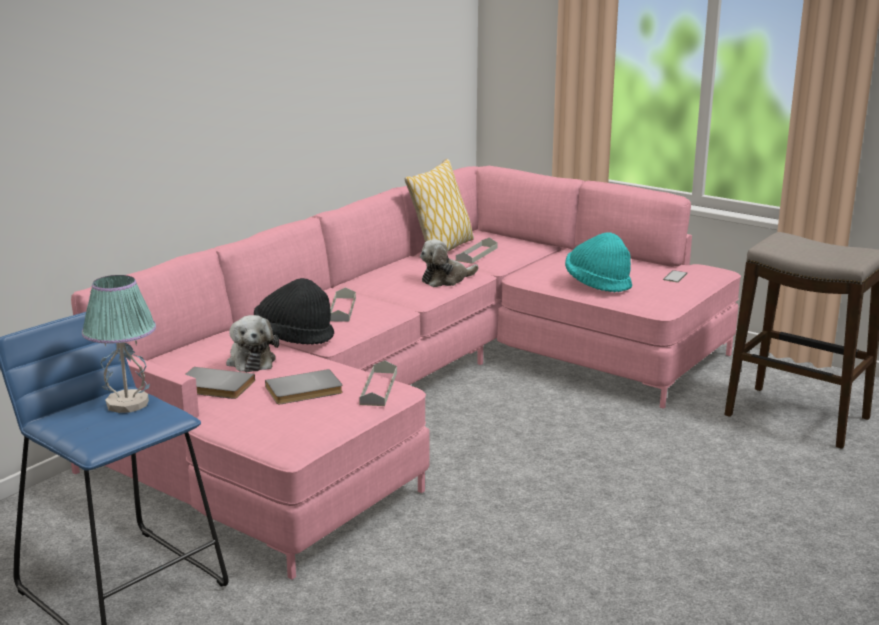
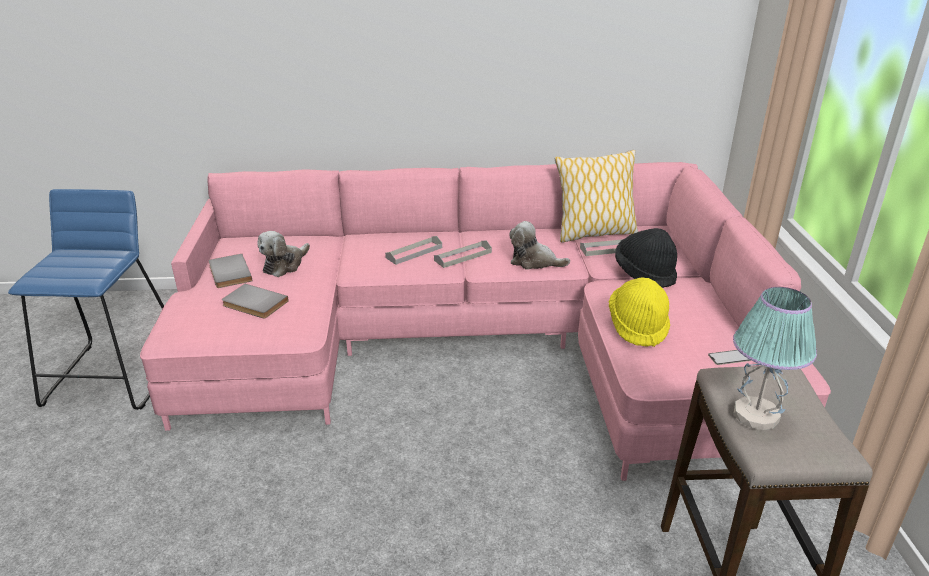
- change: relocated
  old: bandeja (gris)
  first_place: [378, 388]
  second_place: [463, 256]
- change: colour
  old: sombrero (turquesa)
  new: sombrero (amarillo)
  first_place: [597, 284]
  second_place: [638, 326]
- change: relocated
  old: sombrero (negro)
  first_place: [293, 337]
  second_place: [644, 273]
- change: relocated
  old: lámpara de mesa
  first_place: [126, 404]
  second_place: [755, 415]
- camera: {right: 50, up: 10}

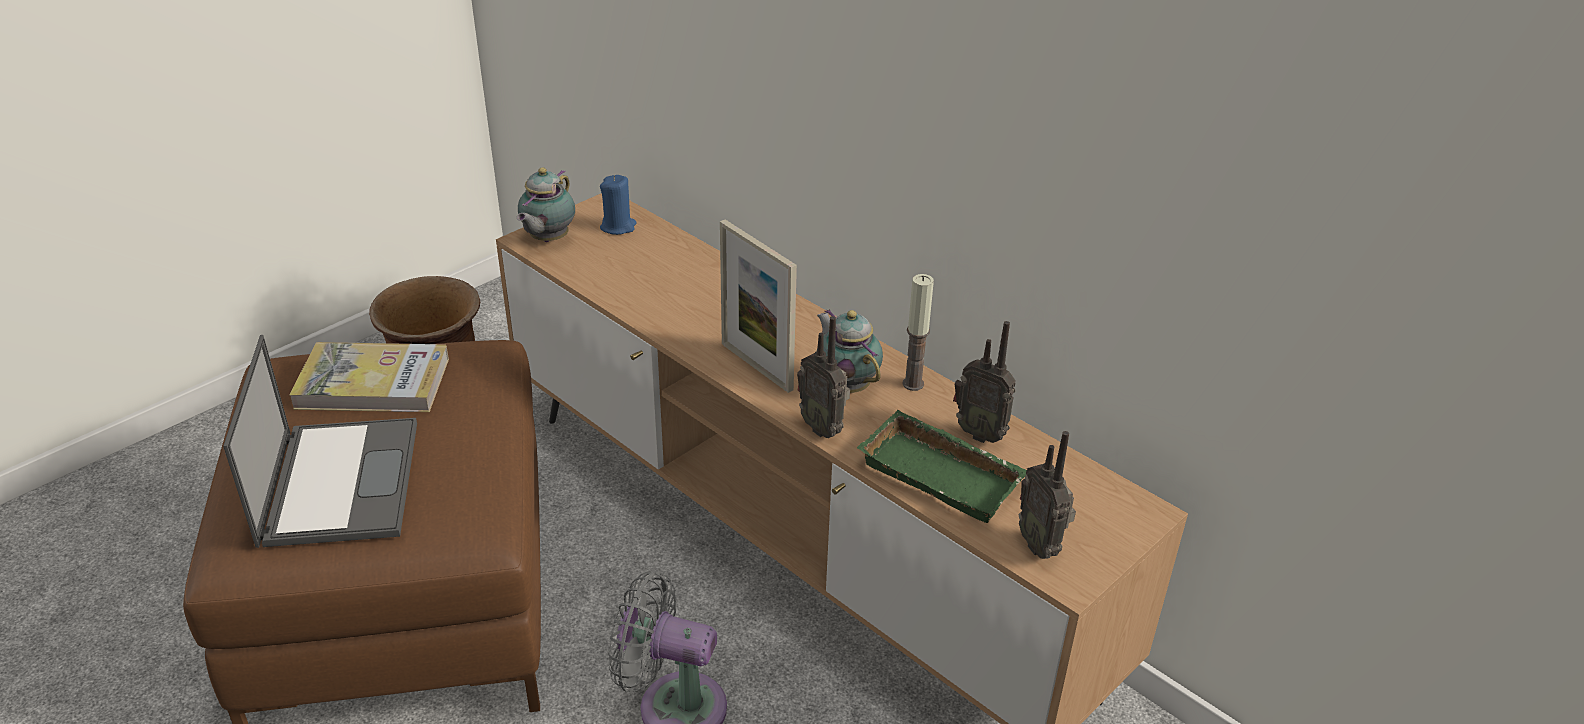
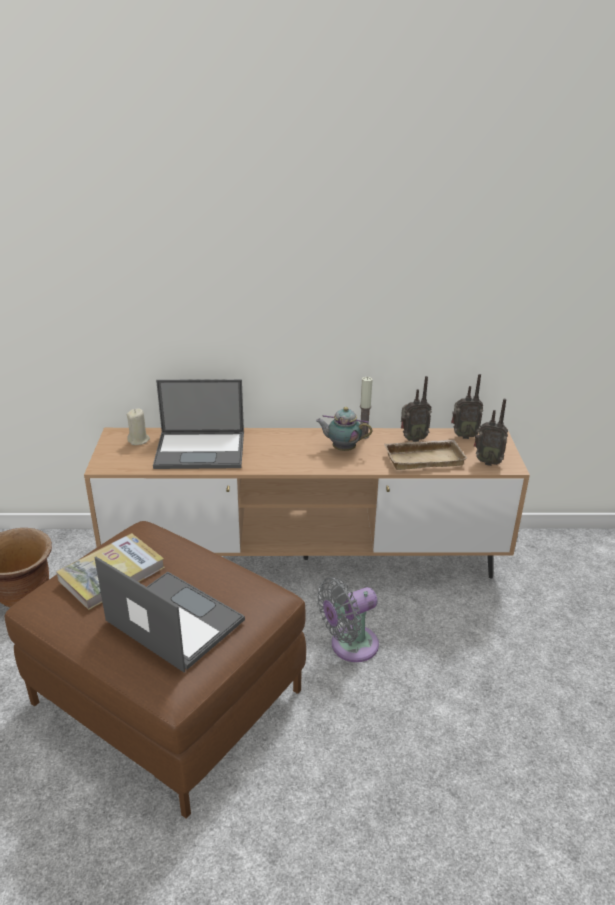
- change: colour
  old: vela (azul)
  new: vela (beis)
  first_place: [618, 227]
  second_place: [139, 440]
- change: appeared
  new: portátil
  second_place: [201, 450]
- change: colour
  old: bandeja (verde)
  new: bandeja (beis)
  first_place: [944, 474]
  second_place: [424, 458]
- change: relocated
  old: radio
  first_place: [823, 427]
  second_place: [463, 435]
- change: missing
  old: tetera
  first_place: [547, 240]
- change: missing
  old: portarretratos
  first_place: [756, 366]
- camera: {right: -45, up: -5}

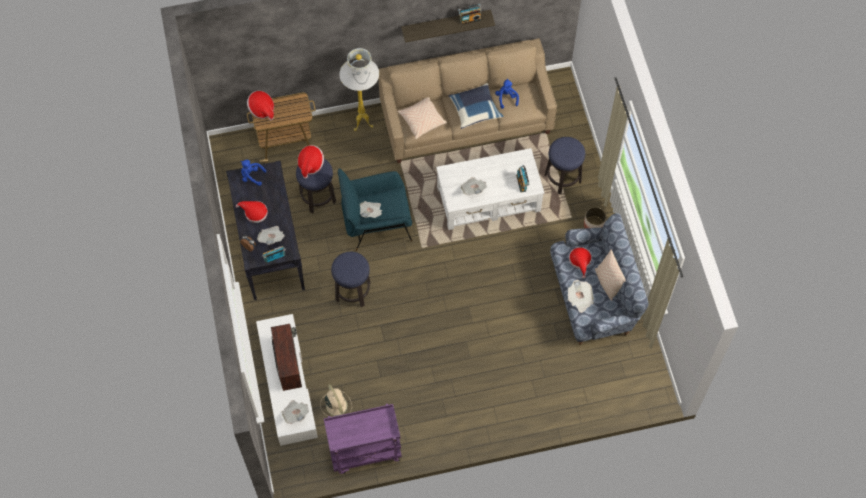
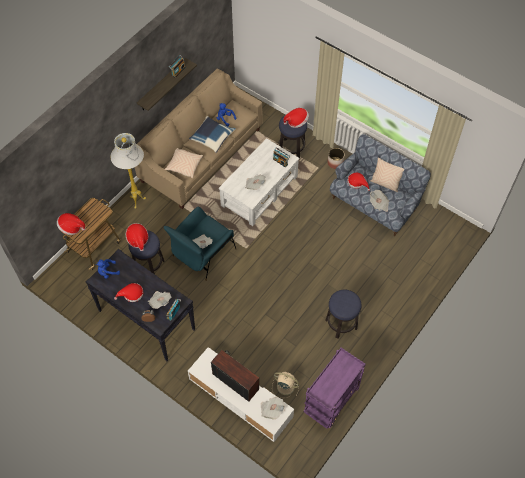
- change: appeared
  new: sombrero
  second_place: [296, 122]
- change: relocated
  old: taburete
  first_place: [352, 291]
  second_place: [341, 324]
- camera: {right: -40, up: -5}

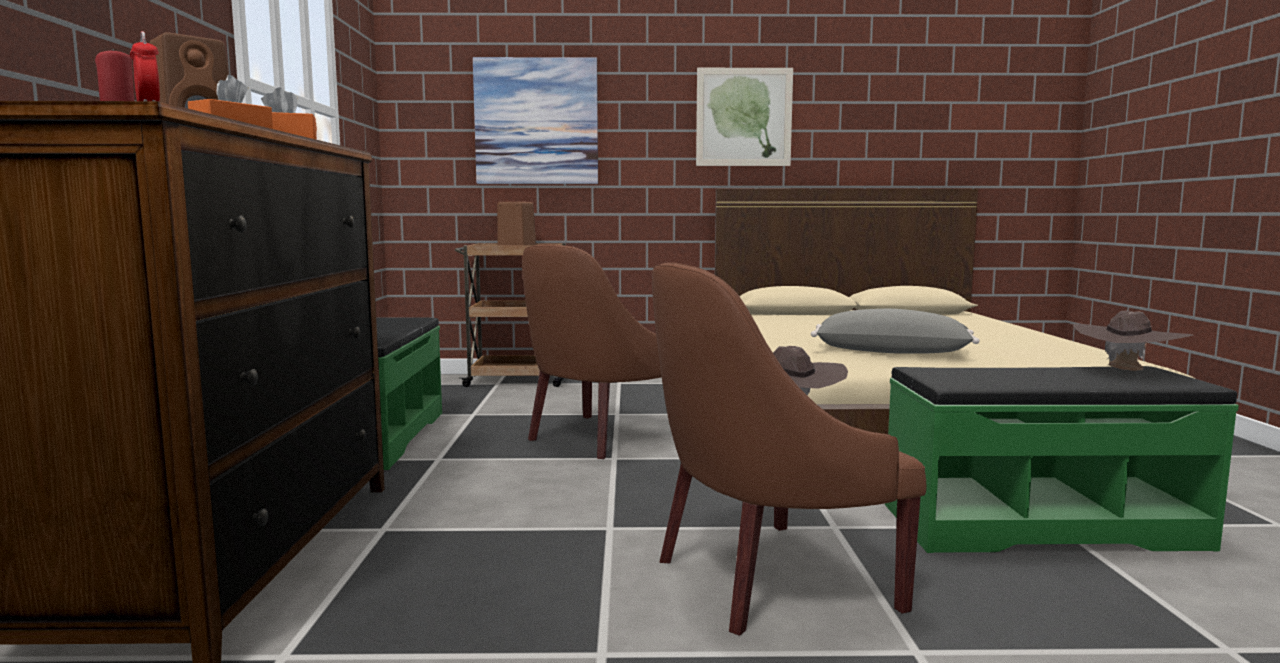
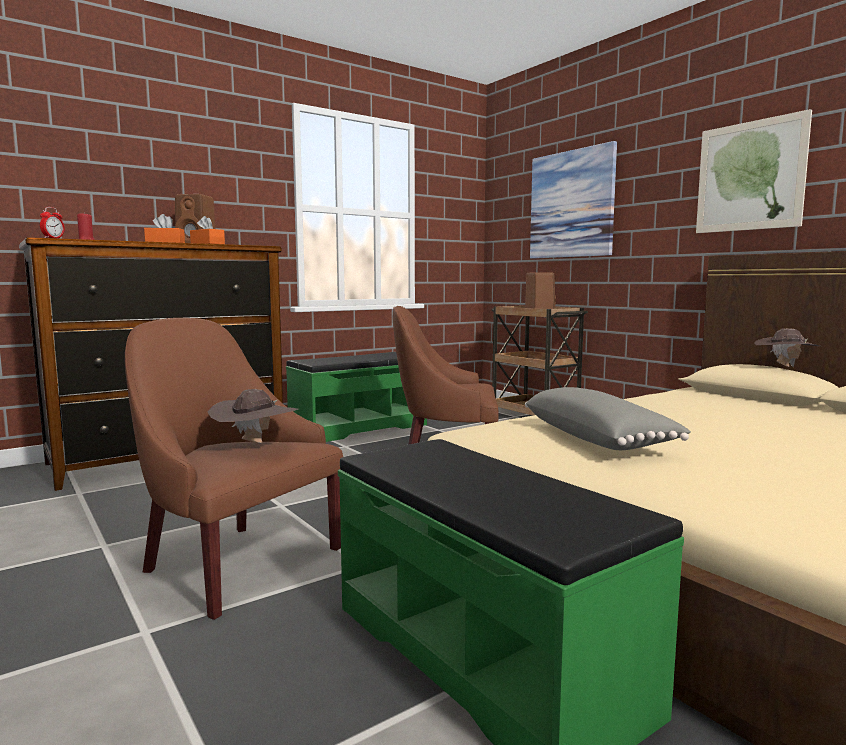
- change: relocated
  old: sombrero (marrón)
  first_place: [1126, 372]
  second_place: [785, 367]
- camera: {right: 55, up: 0}

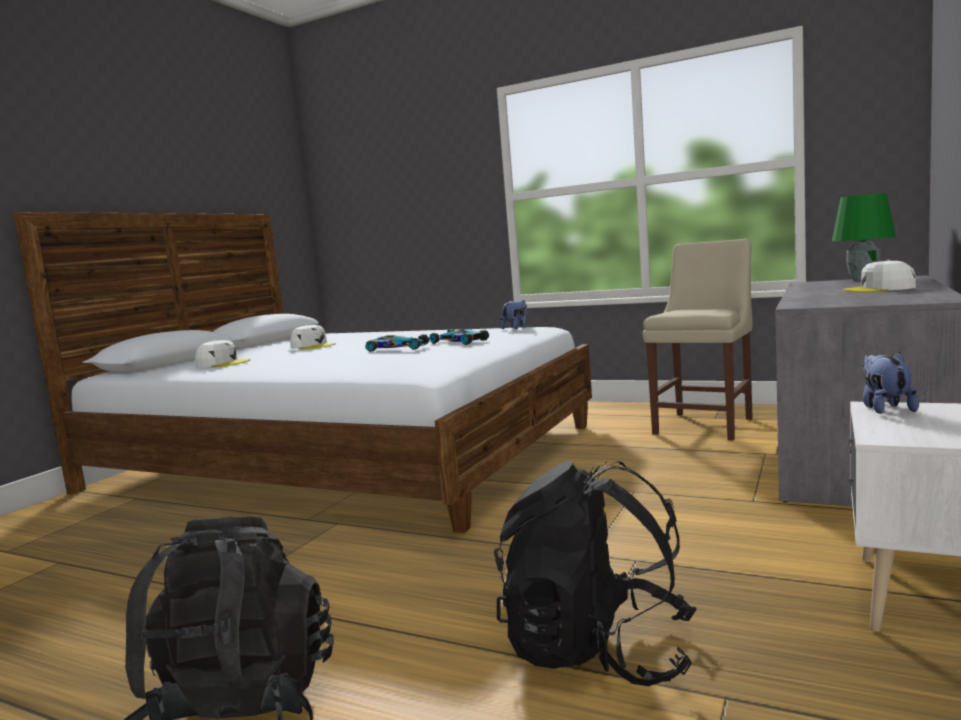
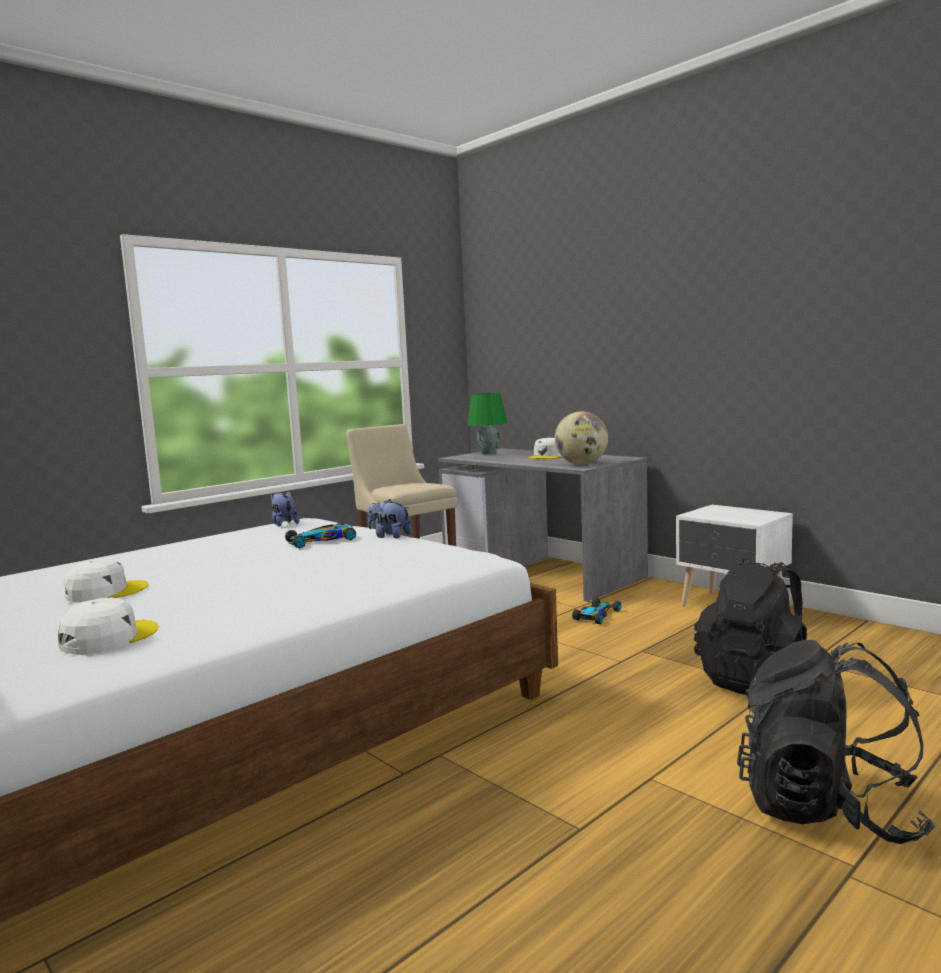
- change: relocated
  old: peluche
  first_place: [885, 408]
  second_place: [389, 536]
- change: appeared
  new: globo terráqueo
  second_place: [581, 464]
- change: relocated
  old: coche de juguete
  first_place: [396, 348]
  second_place: [596, 615]
- camera: {right: -70, up: 0}

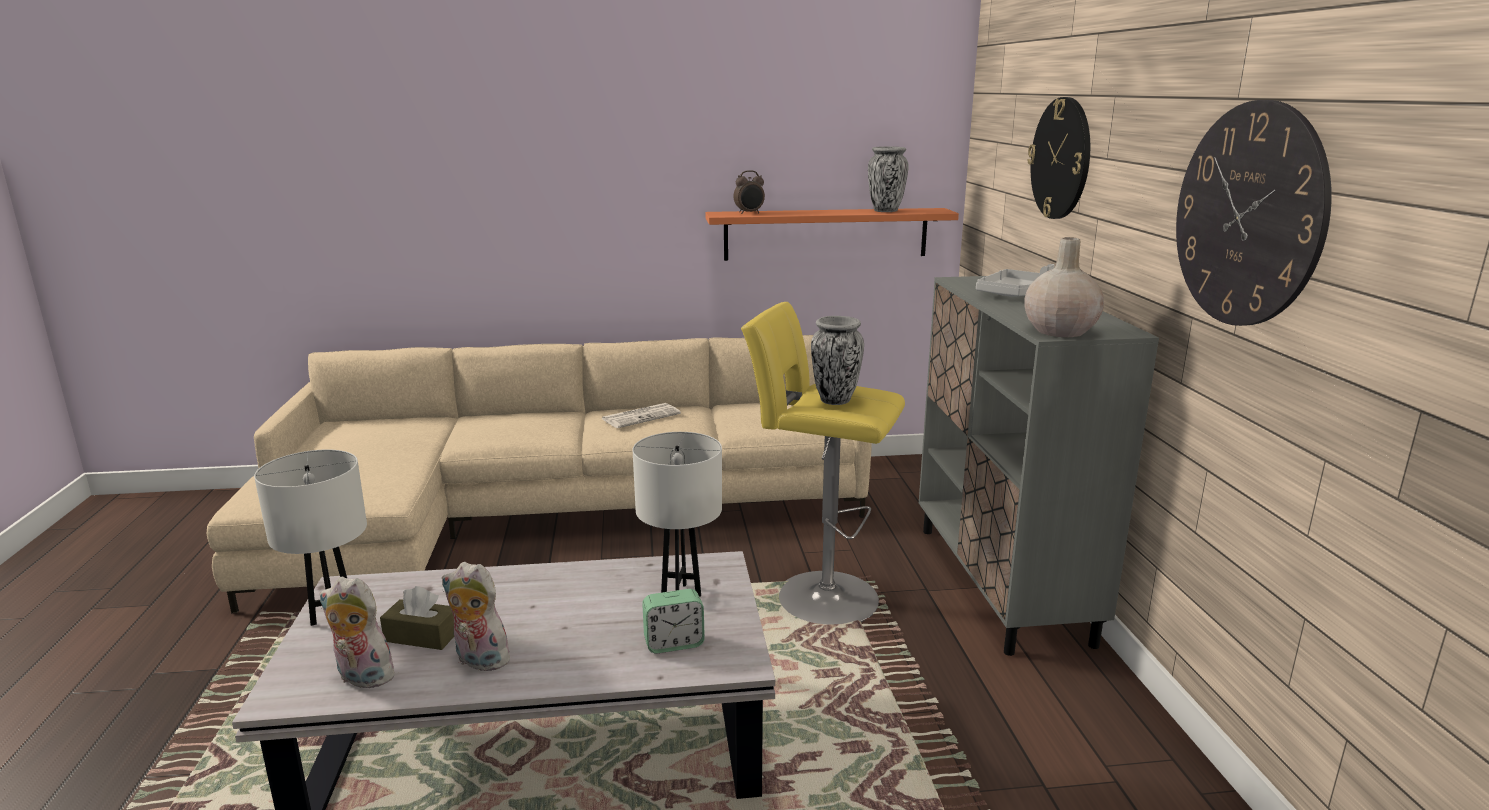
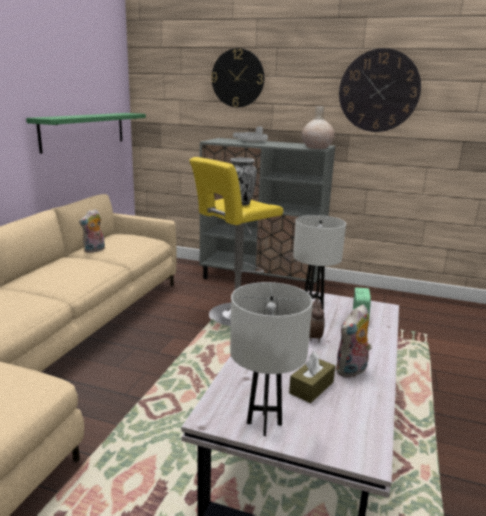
- change: colour
  old: estante (naranja)
  new: estante (verde)
  first_place: [826, 234]
  second_place: [84, 130]
- change: relocated
  old: peluche
  first_place: [361, 678]
  second_place: [94, 250]
- change: relocated
  old: despertador
  first_place: [749, 213]
  second_place: [314, 337]
- change: missing
  old: periódico
  first_place: [641, 416]
- change: missing
  old: florero
  first_place: [885, 211]
- camera: {right: -65, up: 0}

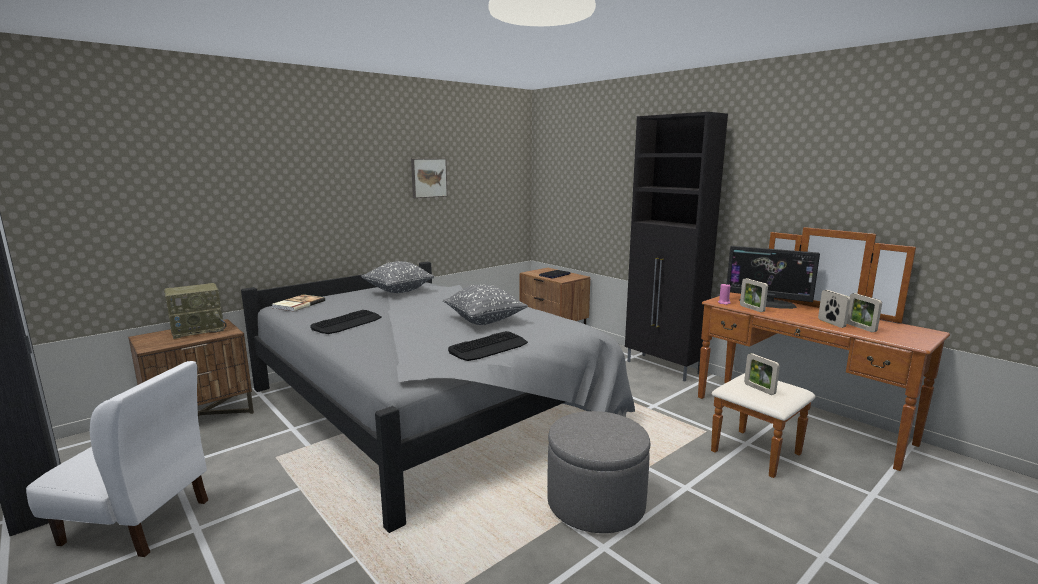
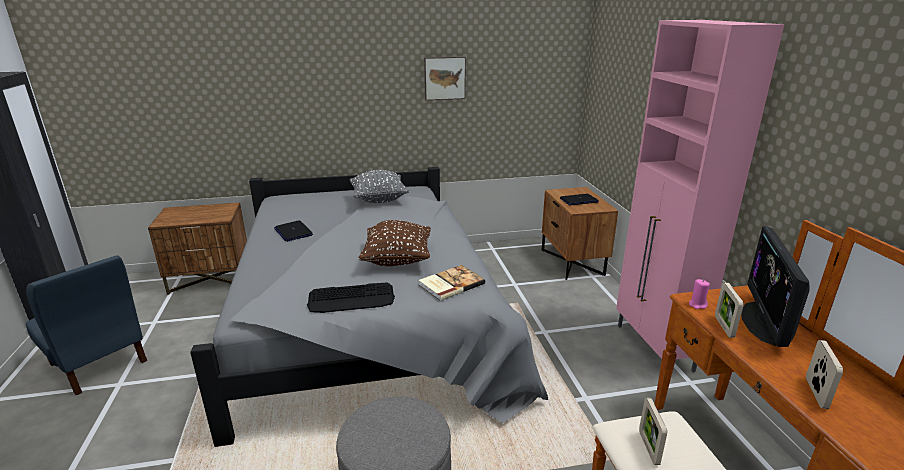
- change: colour
  old: silla (blanco)
  new: silla (azul)
  first_place: [137, 522]
  second_place: [98, 363]
- change: exchanged
  old: teclado
  new: portátil
  first_place: [347, 323]
  second_place: [293, 232]
- change: colour
  old: cojín (gris)
  new: cojín (marrón)
  first_place: [484, 321]
  second_place: [397, 260]
- change: relocated
  old: libro
  first_place: [298, 304]
  second_place: [450, 284]
- change: colour
  old: armario (negro)
  new: armario (rosa)
  first_place: [663, 368]
  second_place: [654, 348]
- change: spun
  old: monitor
  first_place: [767, 303]
  second_place: [764, 323]
  degrees: 45
- change: missing
  old: radio
  first_place: [198, 329]
- change: missing
  old: portarretratos
  first_place: [860, 328]
- camera: {right: 30, up: 10}

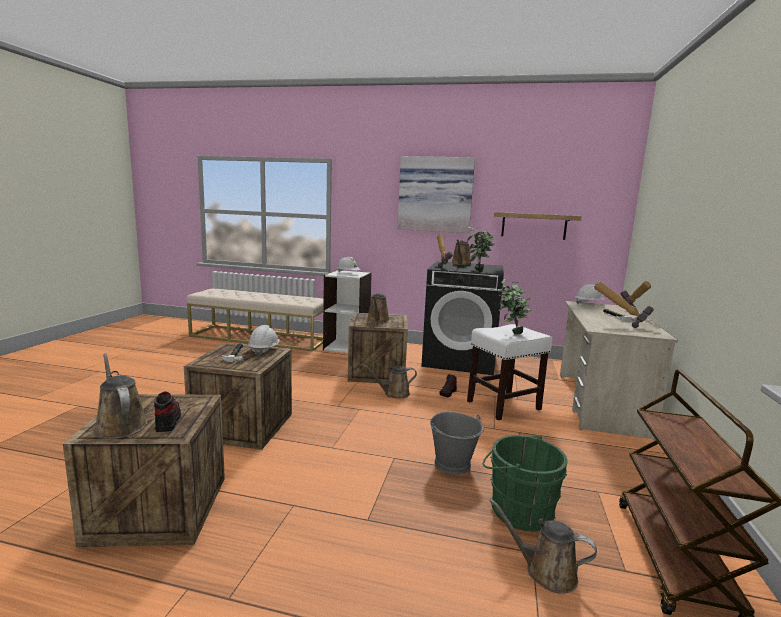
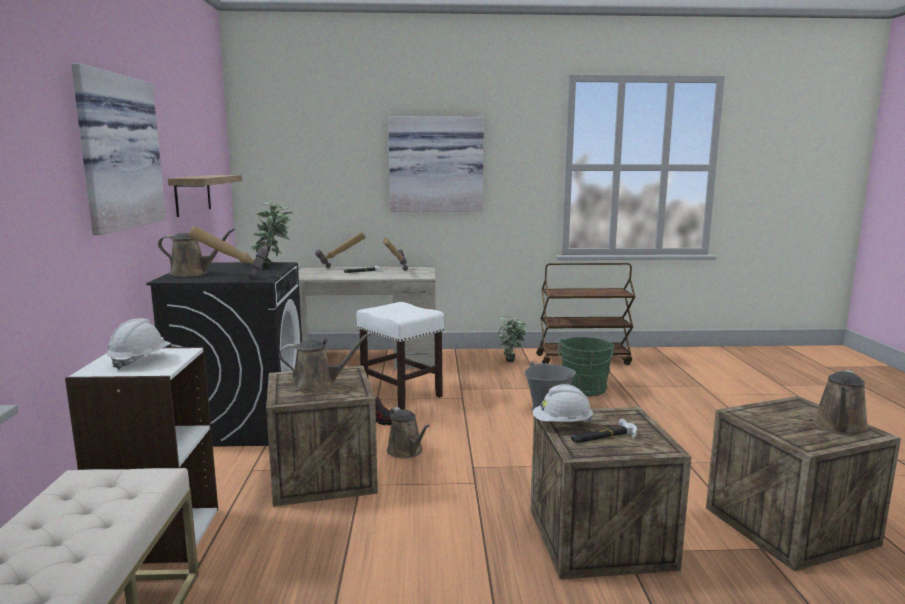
- change: appeared
  new: cuadro
  second_place: [436, 165]
- change: relocated
  old: planta en maceta
  first_place: [510, 333]
  second_place: [511, 362]
- change: missing
  old: zapato
  first_place: [167, 421]
- change: missing
  old: regadera (marrón)
  first_place: [545, 572]
- change: missing
  old: casco (blanco)
  first_place: [588, 304]
- camera: {right: -105, up: 0}

